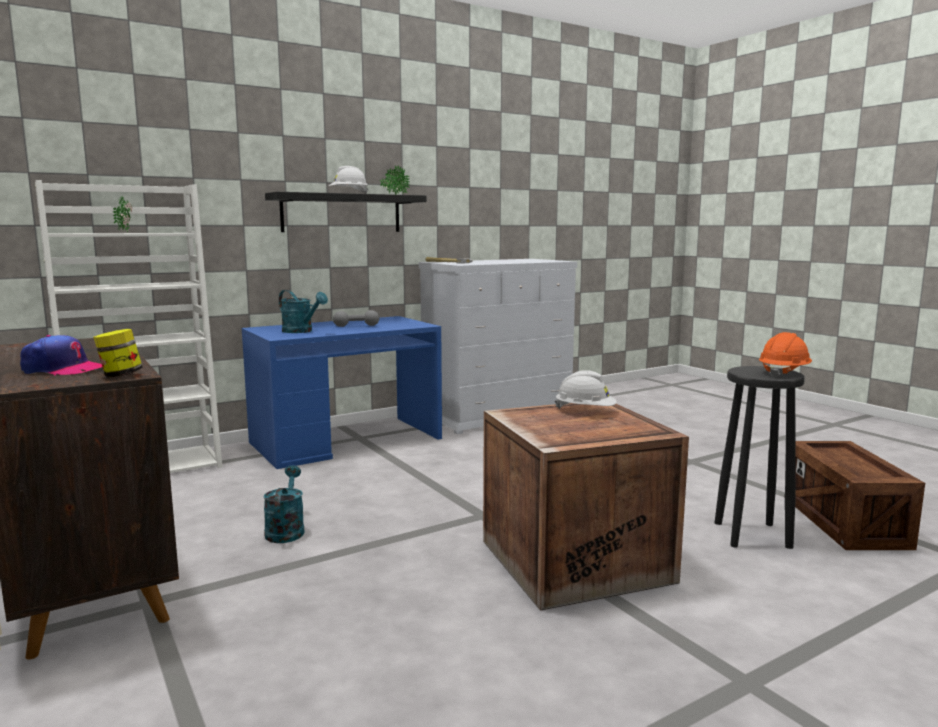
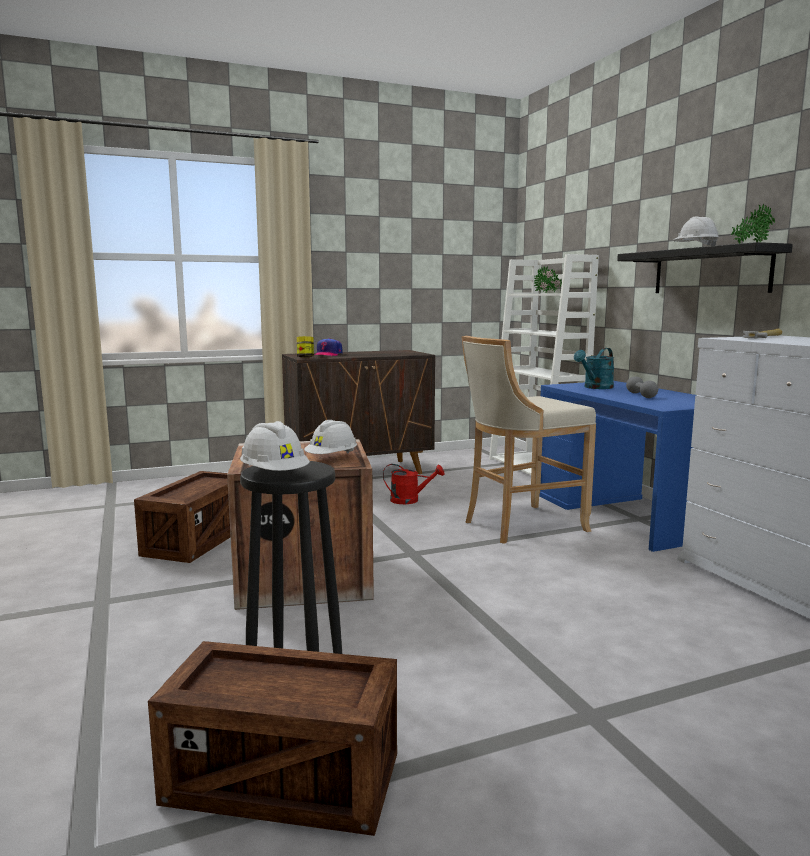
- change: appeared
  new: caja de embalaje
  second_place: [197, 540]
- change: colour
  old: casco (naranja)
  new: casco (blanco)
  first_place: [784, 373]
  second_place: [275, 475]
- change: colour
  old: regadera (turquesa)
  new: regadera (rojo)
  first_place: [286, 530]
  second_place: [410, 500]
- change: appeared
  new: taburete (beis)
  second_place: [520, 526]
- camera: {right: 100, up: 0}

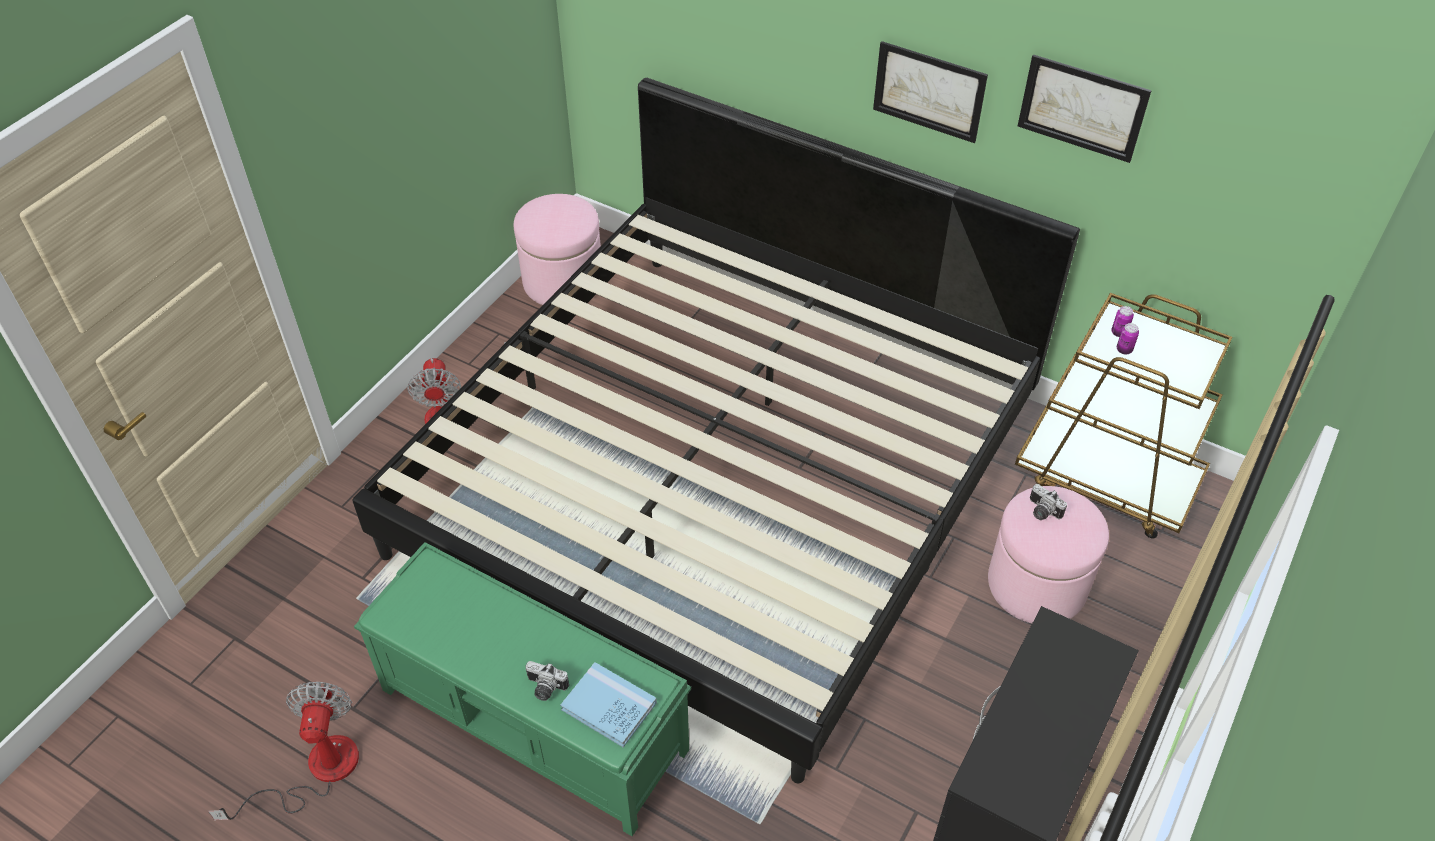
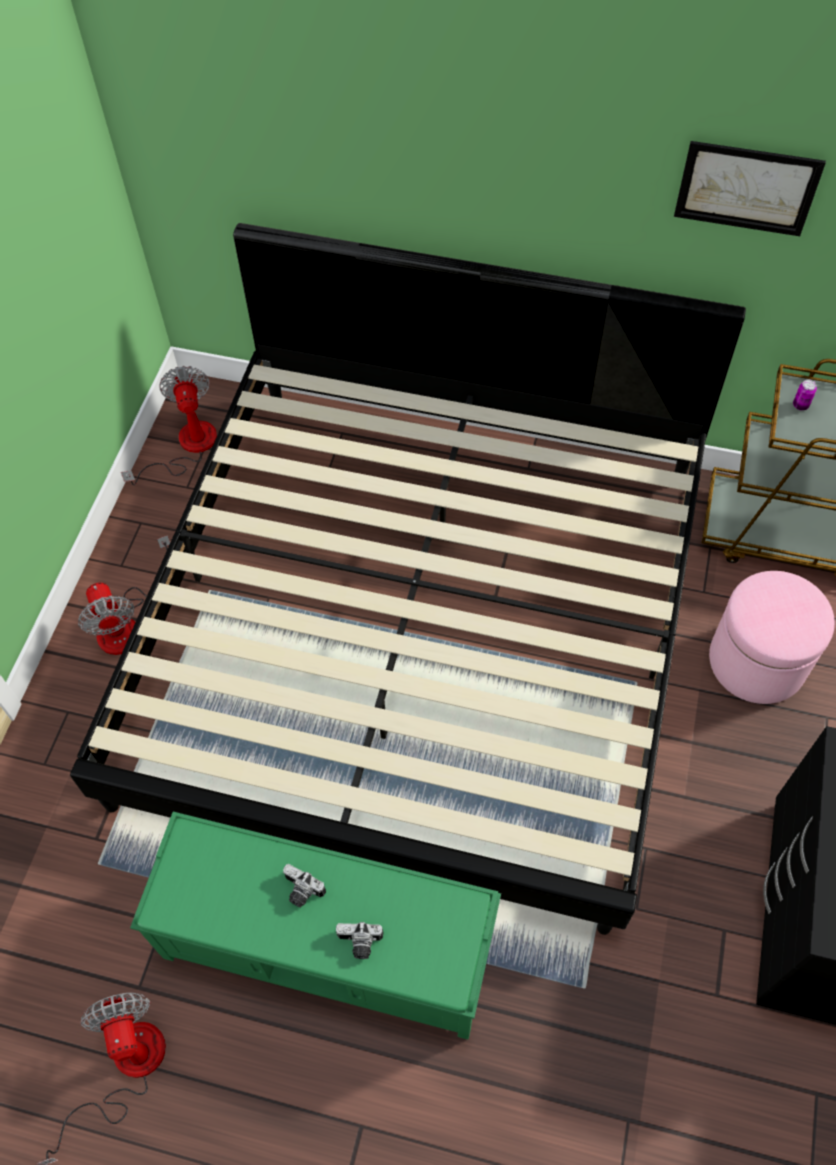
- change: exchanged
  old: puf (rosa)
  new: ventilador
  first_place: [563, 281]
  second_place: [187, 447]
- change: relocated
  old: cámara
  first_place: [1041, 511]
  second_place: [301, 891]
- change: missing
  old: libro (azul)
  first_place: [609, 706]
- change: missing
  old: cuadro
  first_place: [929, 91]
- change: missing
  old: lata
  first_place: [1124, 350]
- camera: {right: -15, up: 10}

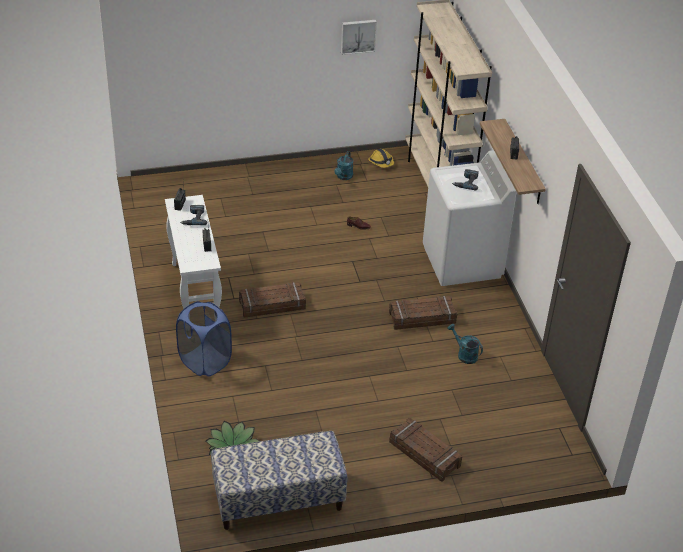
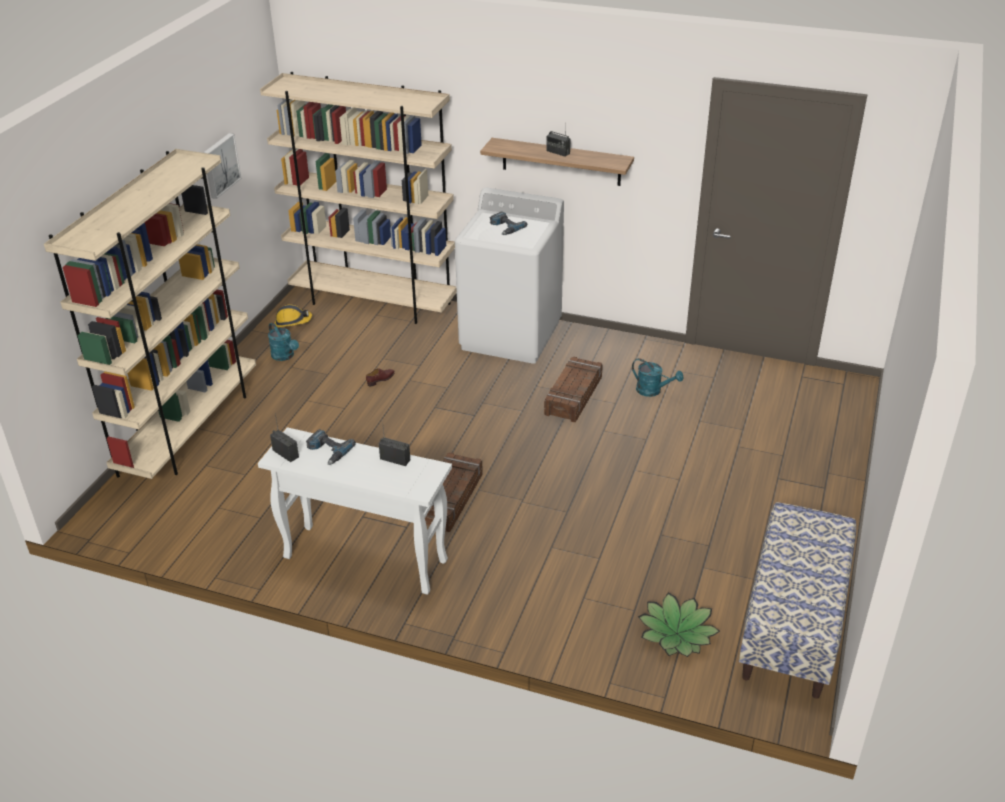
- change: appeared
  new: estantería (beis)
  second_place: [189, 428]
- change: spun
  old: regadera (turquesa)
  first_place: [464, 354]
  second_place: [653, 391]
  degrees: -135
- change: missing
  old: cesto de la ropa (azul)
  first_place: [205, 361]
- change: missing
  old: caja de embalaje
  first_place: [425, 454]
- camera: {right: -55, up: -5}

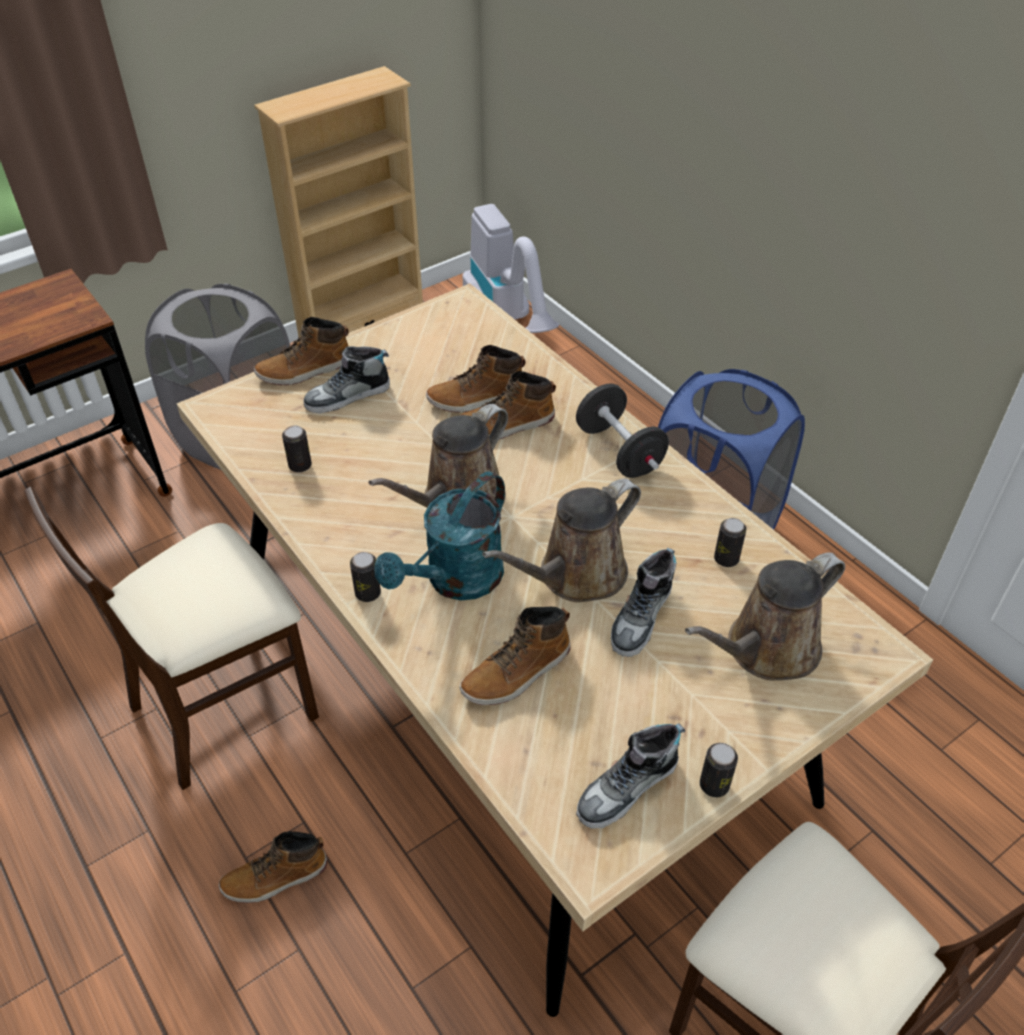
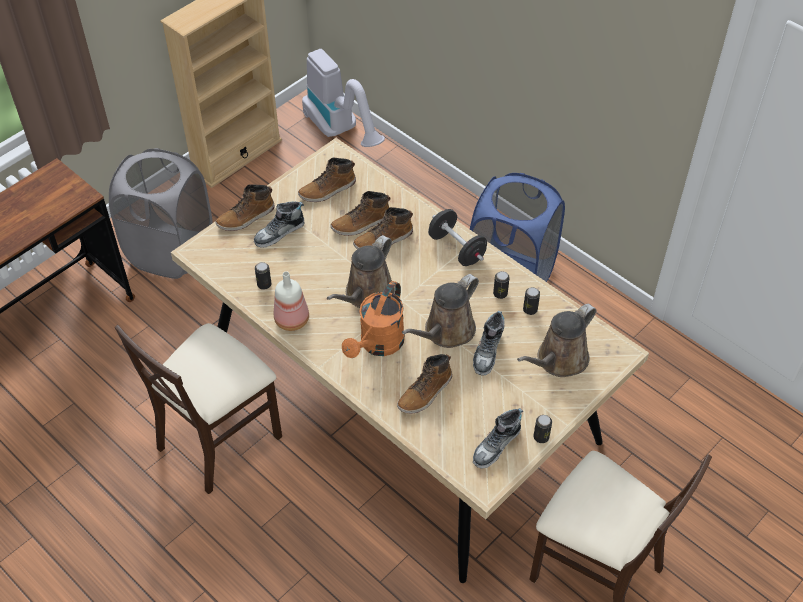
- change: appeared
  new: botella
  second_place: [292, 319]
- change: relocated
  old: bota
  first_place: [275, 878]
  second_place: [327, 190]
- change: colour
  old: regadera (turquesa)
  new: regadera (naranja)
  first_place: [455, 581]
  second_place: [378, 345]
- change: relocated
  old: lata
  first_place: [368, 593]
  second_place: [500, 294]
- camera: {right: -10, up: 5}

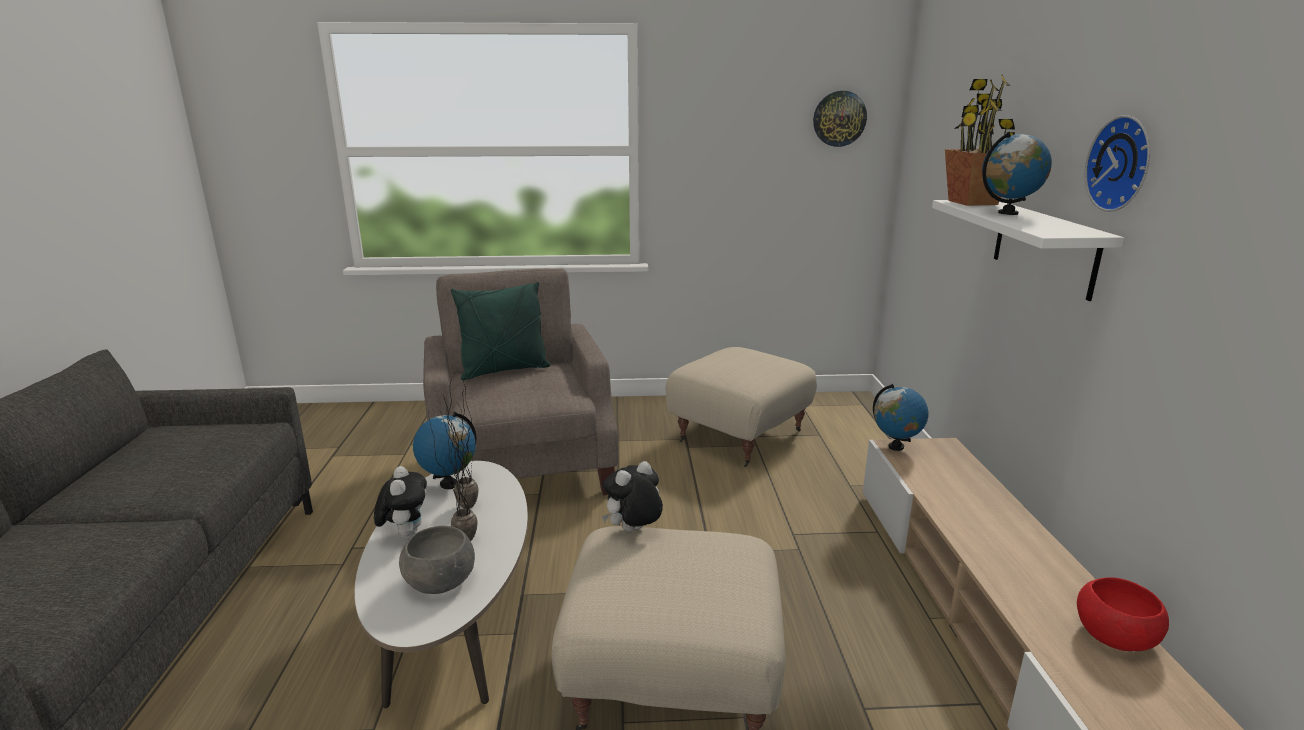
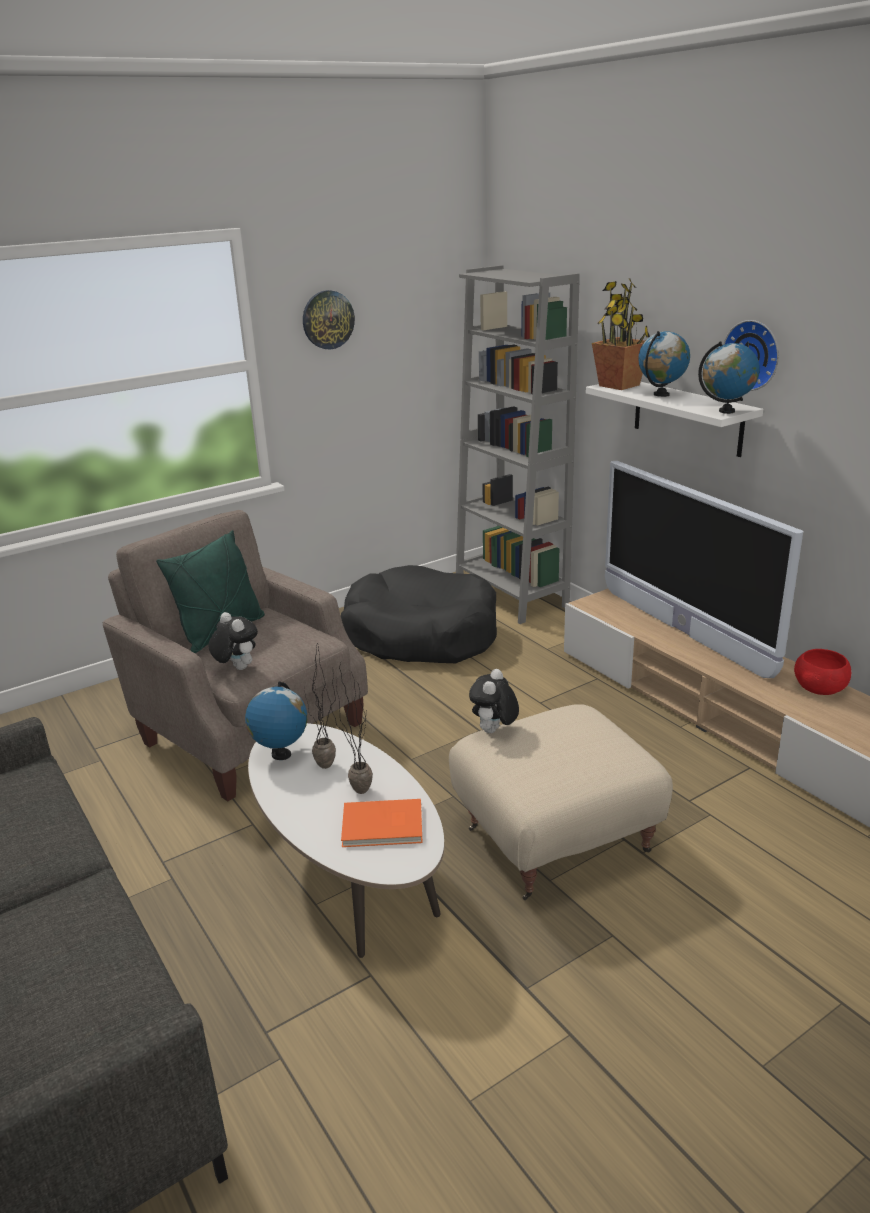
- change: relocated
  old: peluche
  first_place: [406, 535]
  second_place: [236, 668]
- change: relocated
  old: reloj de pared
  first_place: [839, 118]
  second_place: [328, 319]
- change: exchanged
  old: puf (beis)
  new: cama para perro (negro)
  first_place: [740, 436]
  second_place: [421, 634]
- change: exchanged
  old: cuenco (gris)
  new: libro (naranja)
  first_place: [440, 581]
  second_place: [383, 827]
- change: appeared
  new: estantería (gris)
  second_place: [511, 596]
- change: appeared
  new: televisor
  second_place: [683, 631]
- change: relocated
  old: globo terráqueo
  first_place: [896, 447]
  second_place: [726, 411]
- camera: {right: -30, up: 5}

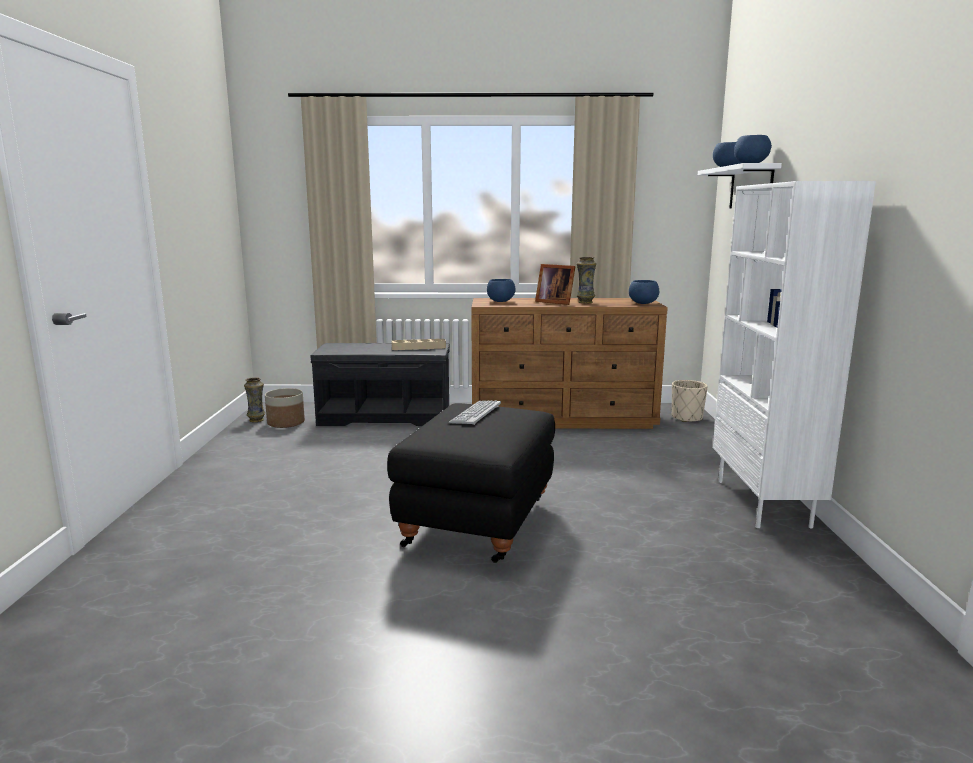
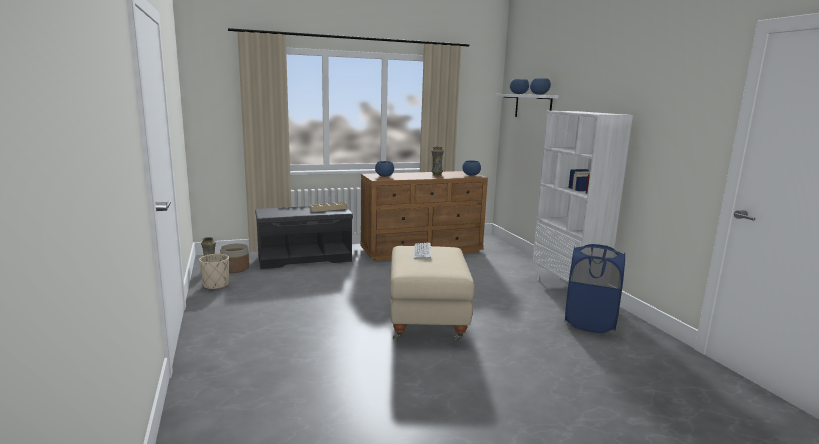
- change: relocated
  old: maceta (beis)
  first_place: [686, 418]
  second_place: [215, 285]
- change: colour
  old: puf (negro)
  new: puf (beis)
  first_place: [479, 525]
  second_place: [428, 321]
- change: appeared
  new: cesto de la ropa (azul)
  second_place: [589, 322]
- change: missing
  old: portarretratos
  first_place: [554, 302]
- camera: {right: -20, up: 0}

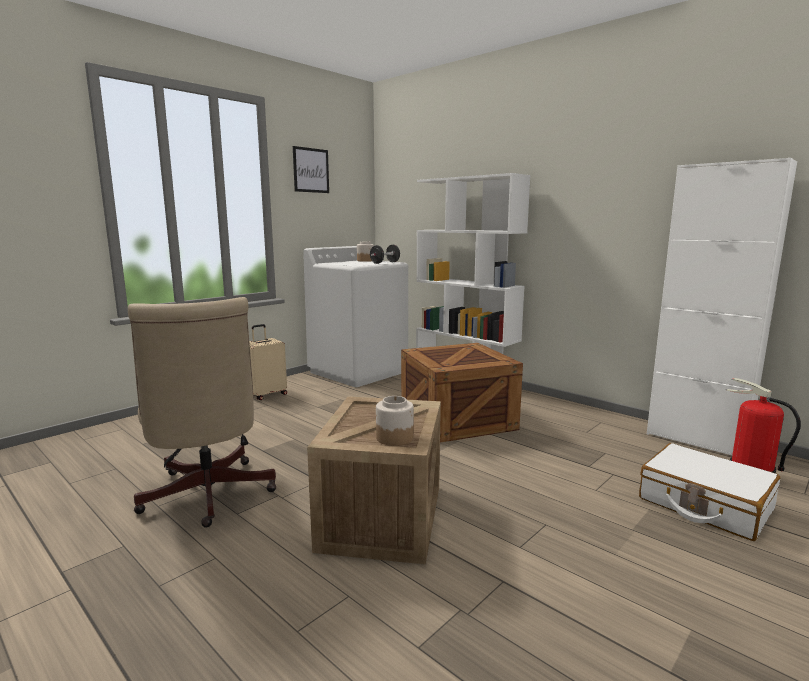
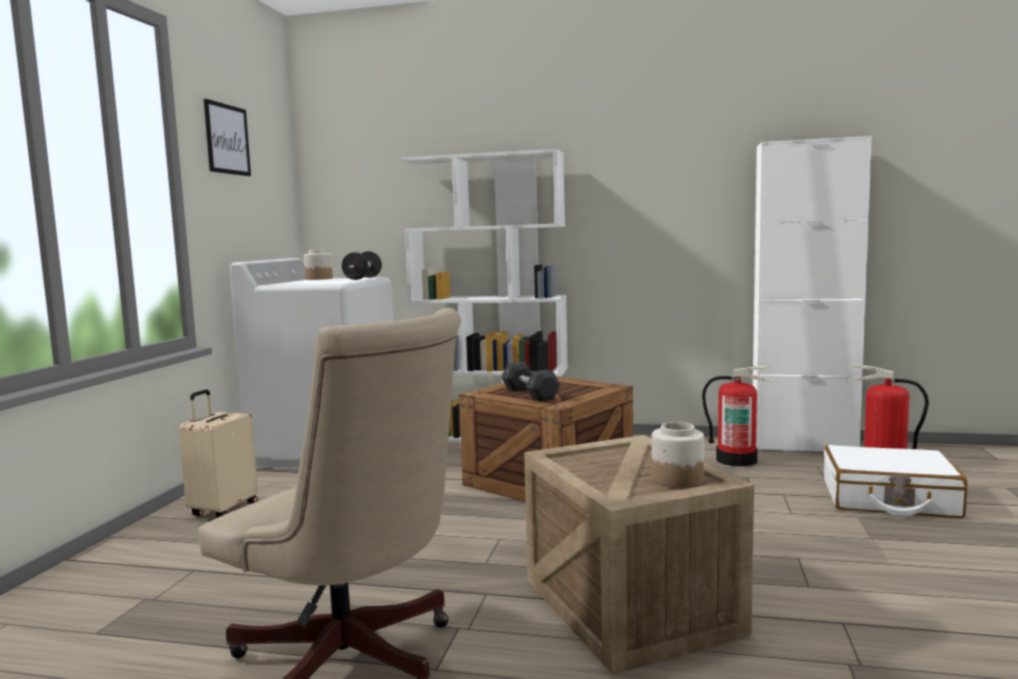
- change: appeared
  new: mancuerna (gris)
  second_place: [530, 394]
- change: appeared
  new: extintor
  second_place: [737, 460]
- camera: {right: -30, up: -5}

